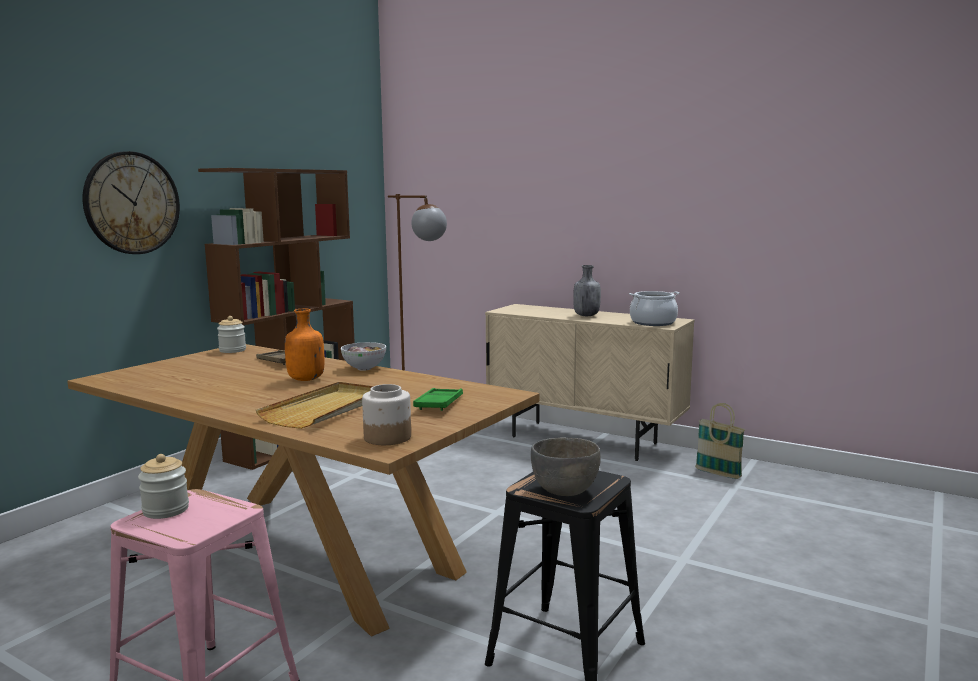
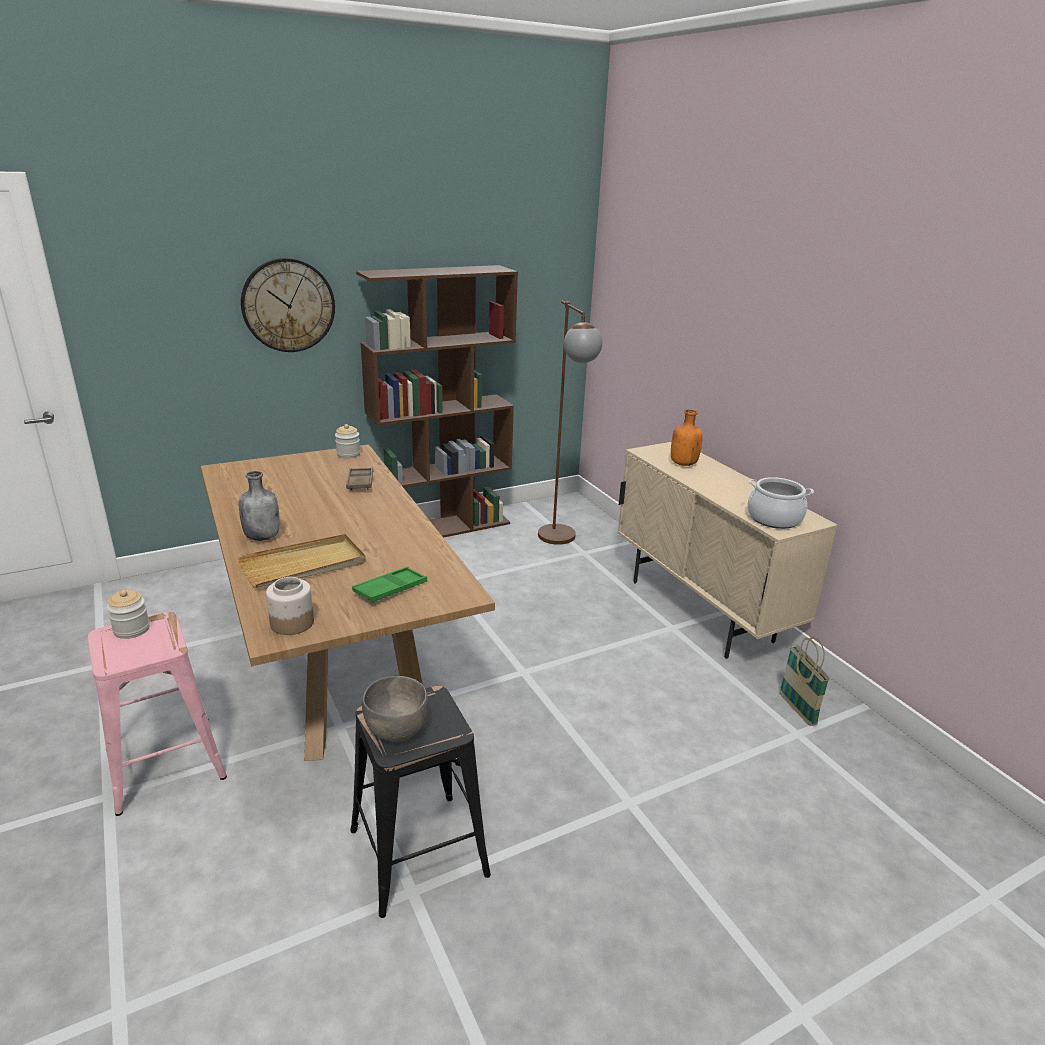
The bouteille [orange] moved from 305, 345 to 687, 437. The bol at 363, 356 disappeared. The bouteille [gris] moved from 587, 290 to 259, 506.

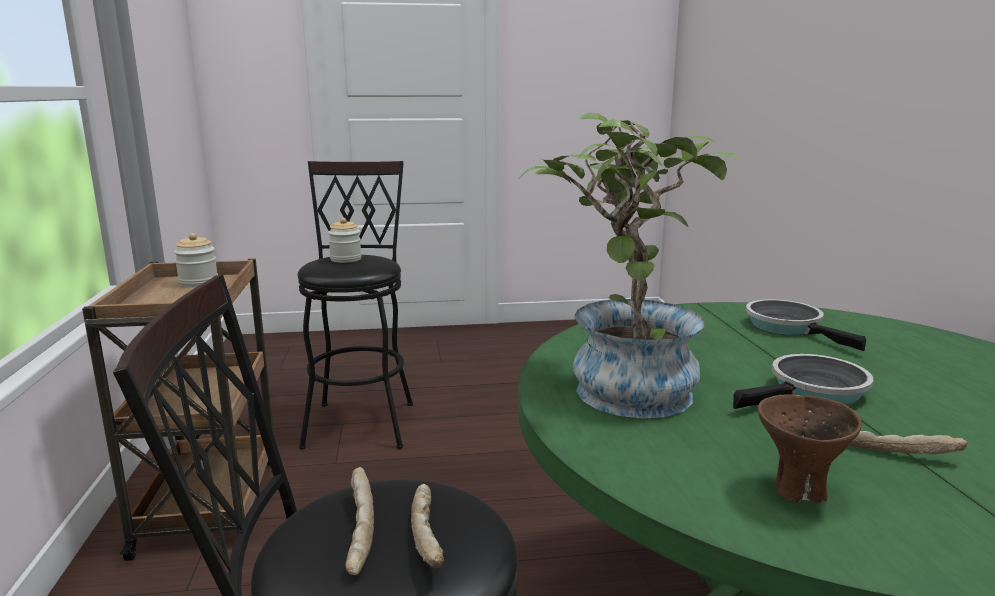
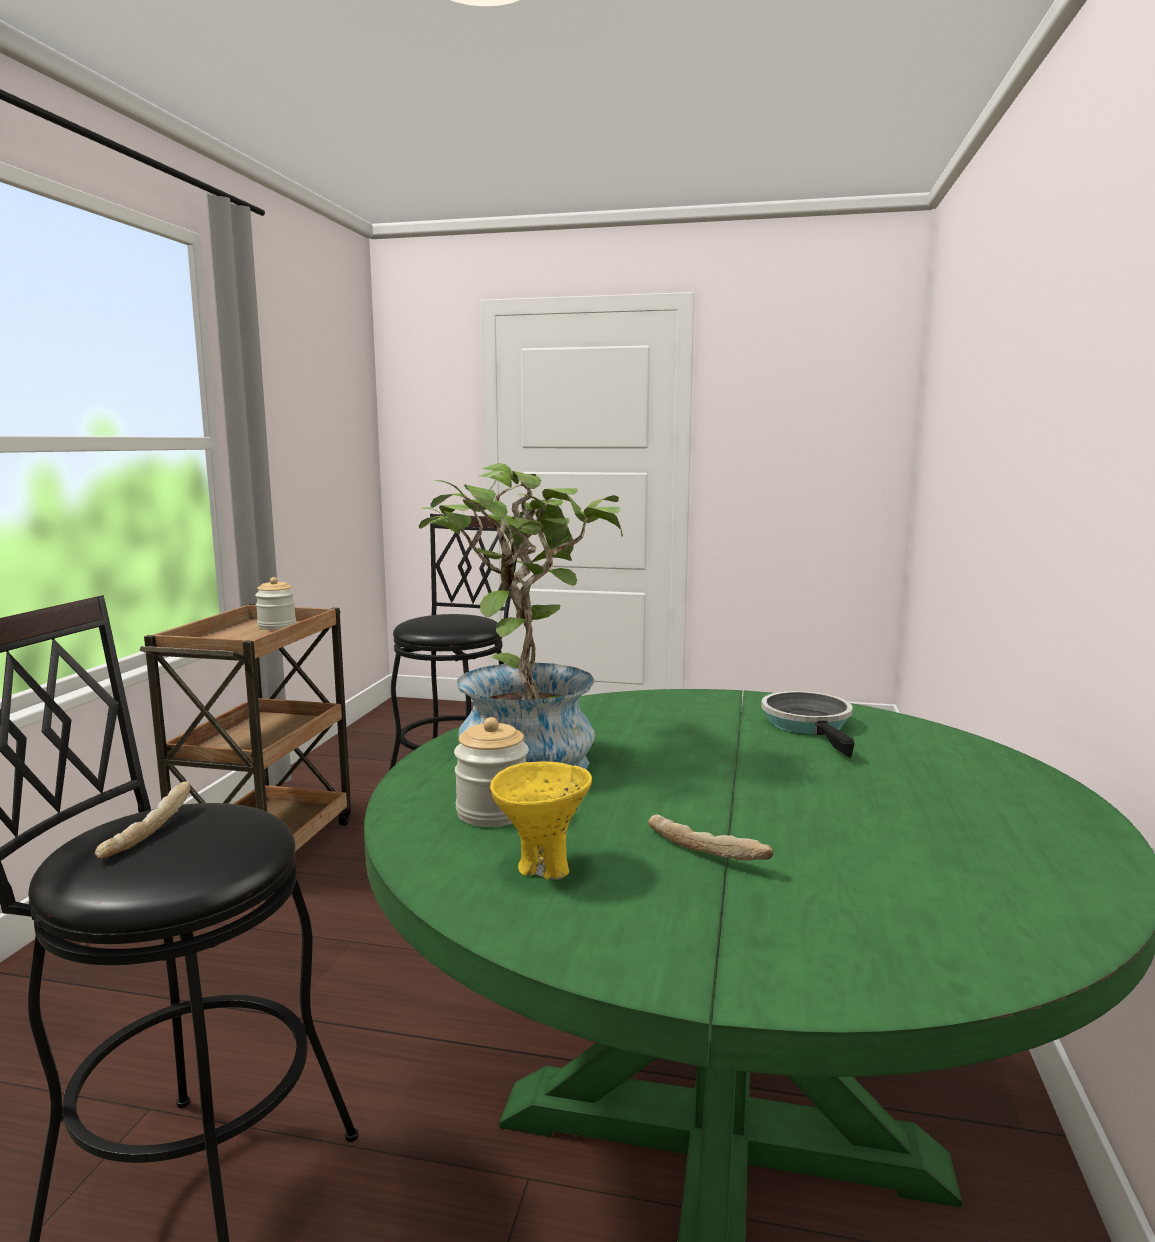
The bocal moved from 345, 240 to 491, 772. The pain at 427, 526 disappeared. The poêle at 803, 381 disappeared. The bol [marron] at 810, 448 became the bol [jaune] at 541, 820.

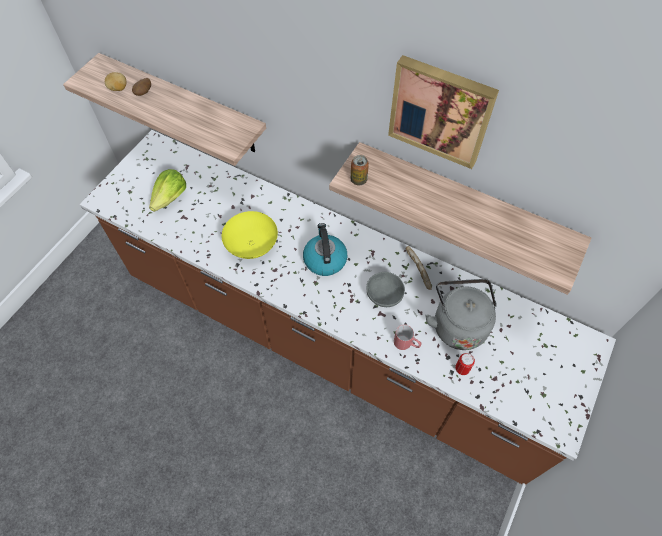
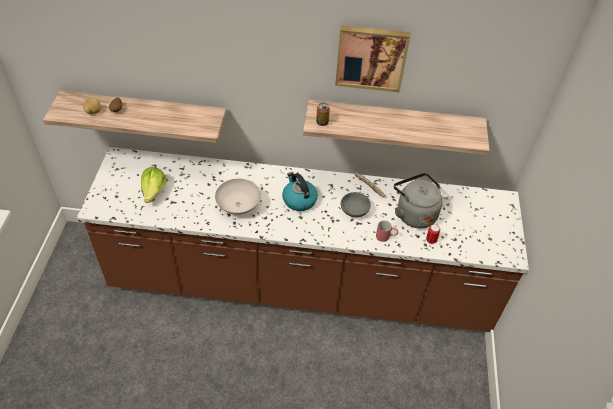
The bol [jaune] at 250, 235 became the bol [blanc] at 238, 197.

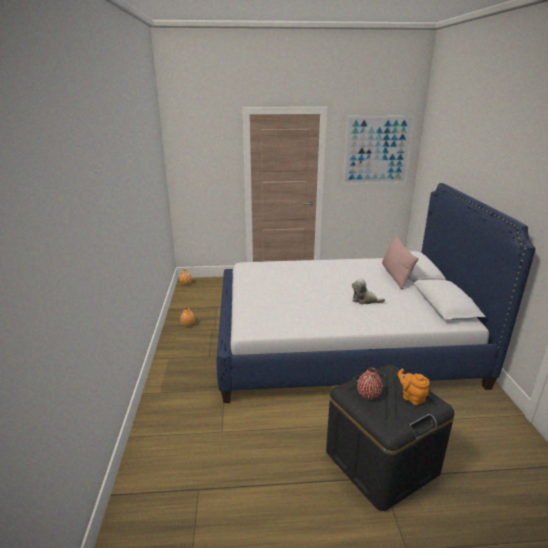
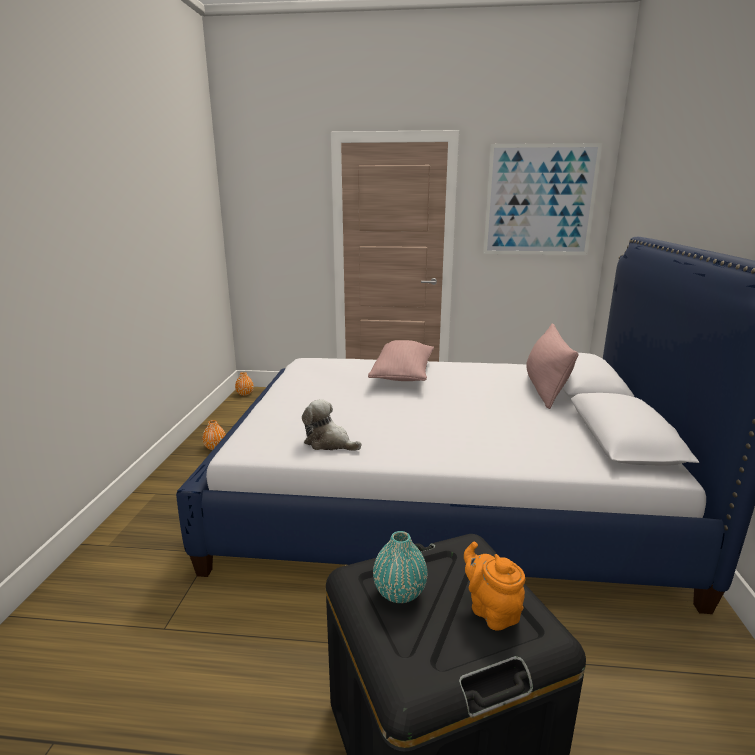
The peluche moved from 368, 292 to 331, 425. The vase [rouge] at 370, 383 became the vase [turquoise] at 400, 567. The coussin [rose] at 401, 360 appeared.

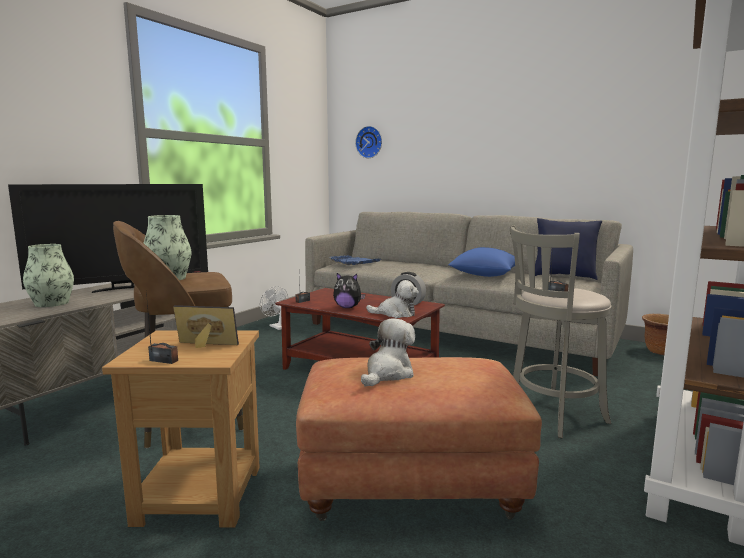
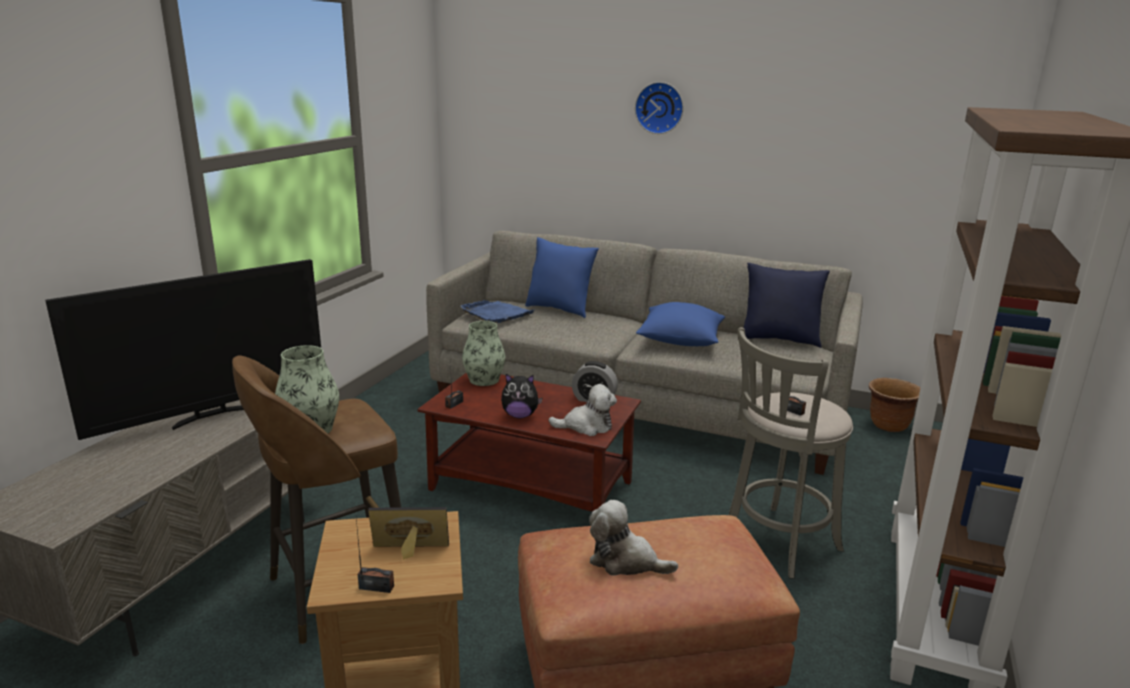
The vase moved from 48, 275 to 483, 353. The ventilateur [blanc] at 274, 308 disappeared. The horloge murale moved from 368, 142 to 659, 108. The peluche at 388, 352 turned 90 degrees counterclockwise. The coussin [bleu] at 562, 277 appeared.

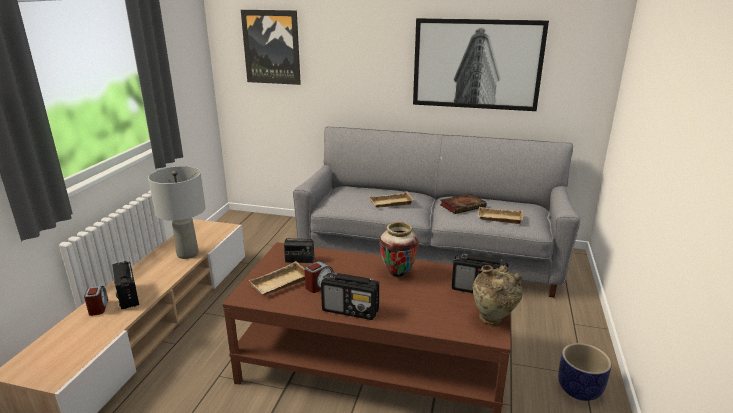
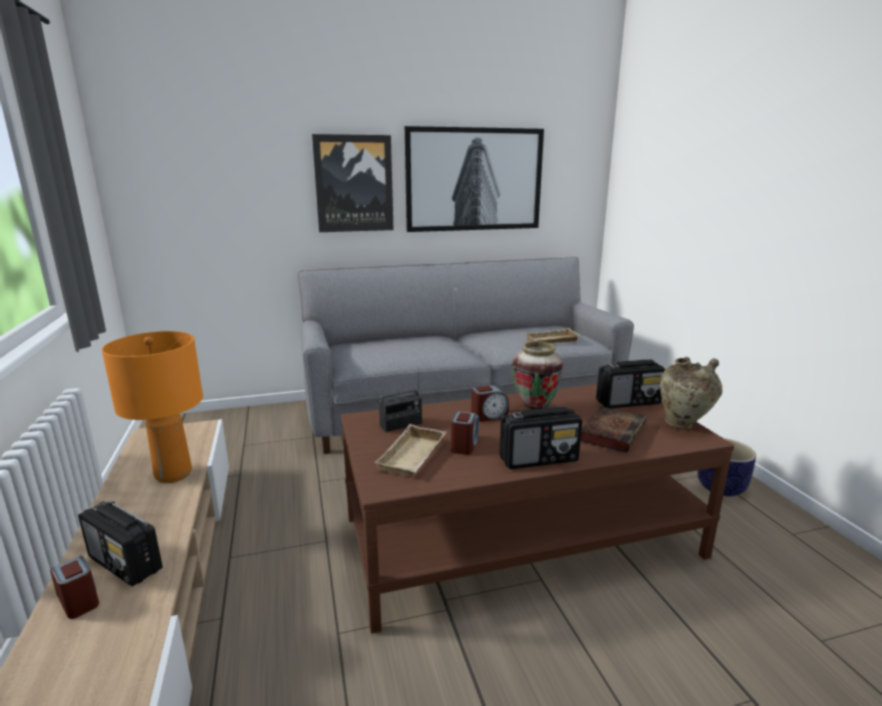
The lampe de table [gris] at 177, 212 became the lampe de table [orange] at 152, 407. The tableau moved from 271, 47 to 353, 183. The plateau [beige] at 391, 200 disappeared. The livre moved from 463, 204 to 613, 429. The réveil at 490, 403 appeared.

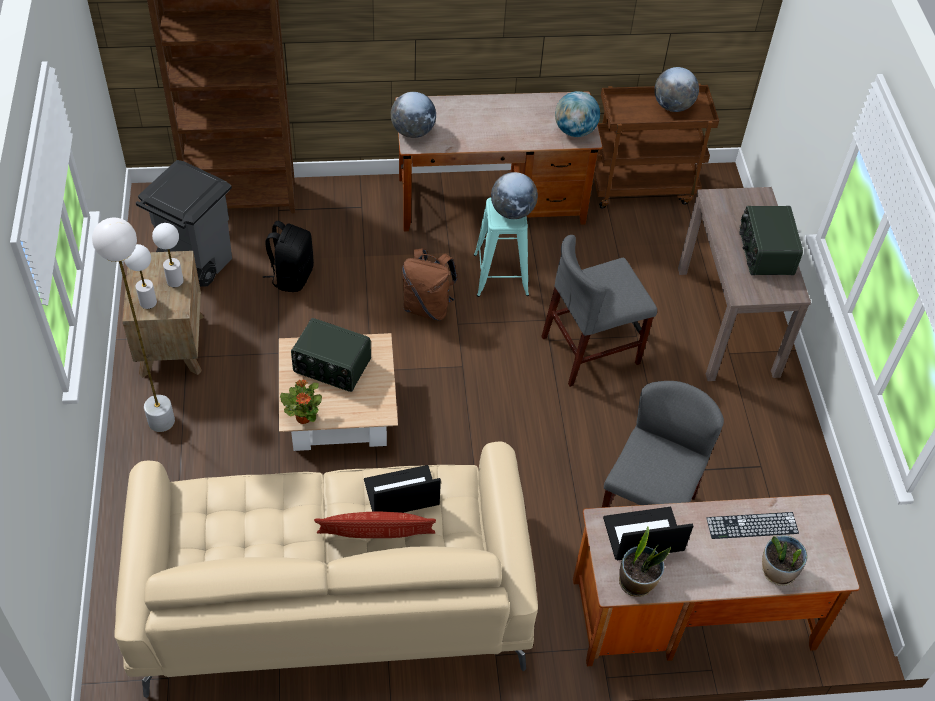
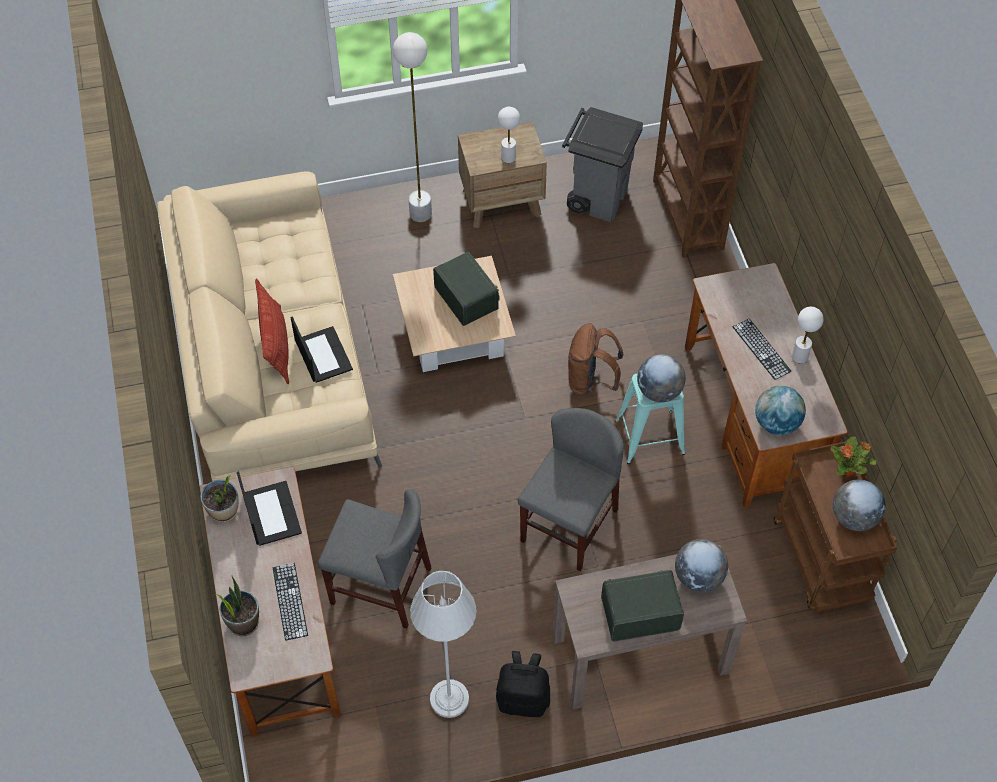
The lampe de table [blanc] moved from 140, 276 to 808, 335. The sac à dos [noir] moved from 288, 256 to 523, 684. The plante en pot moved from 301, 401 to 853, 457. The radio at 331, 355 turned 135 degrees clockwise. The globe moved from 413, 115 to 701, 565. The chaise [gris] at 599, 311 turned 60 degrees clockwise. The lampadaire [gris] at 443, 644 appeared. The clavier at 762, 349 appeared.

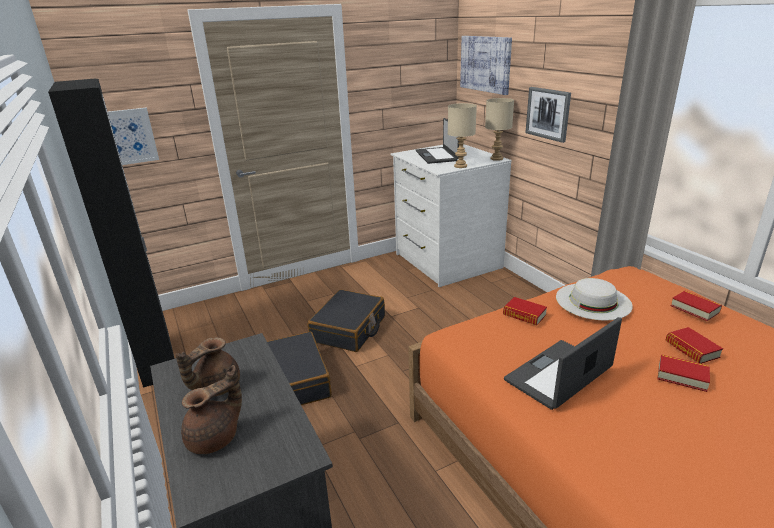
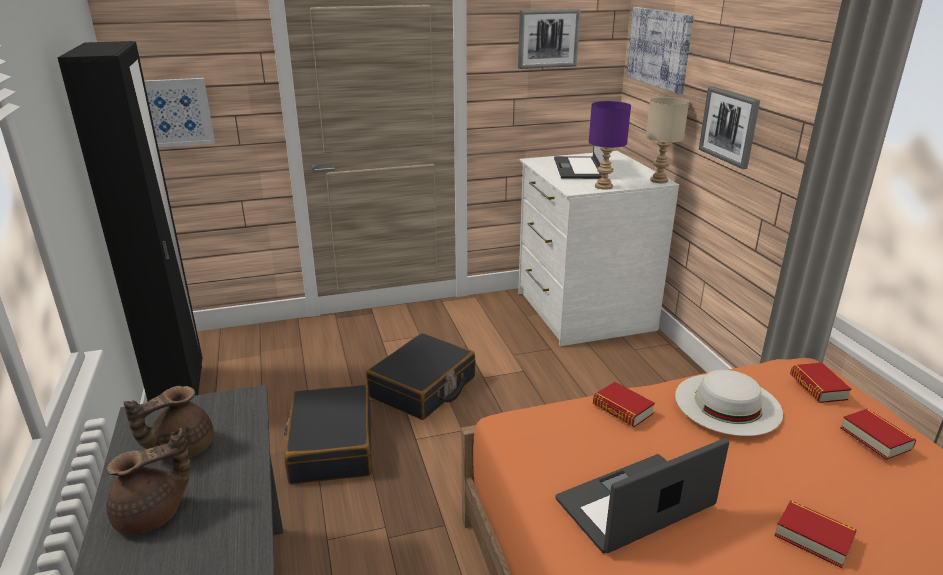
The lampe de table [beige] at 462, 135 became the lampe de table [violet] at 610, 145. The livre moved from 694, 345 to 821, 383. The tableau at 549, 39 appeared.

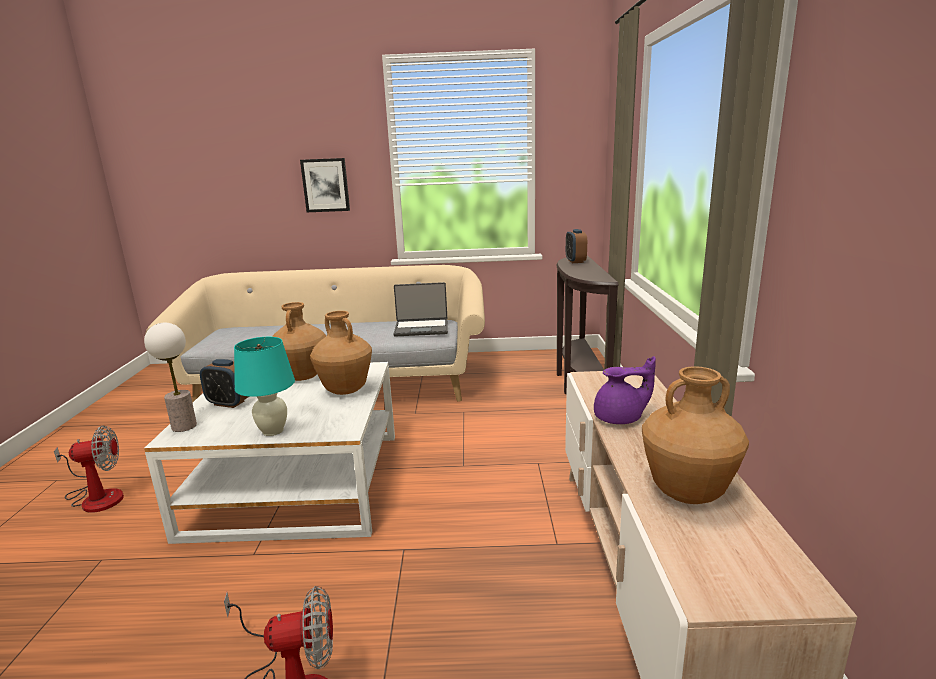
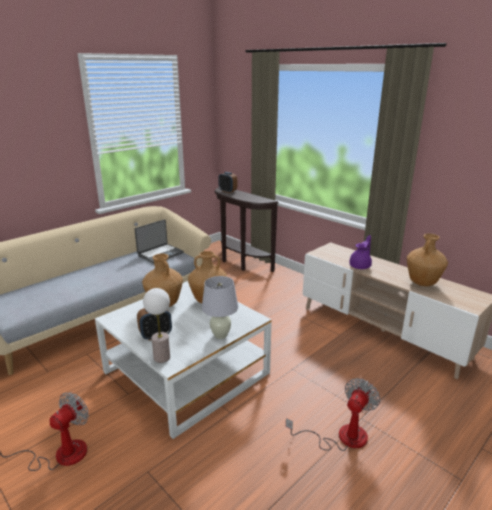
The lampe de table [turquoise] at 264, 386 became the lampe de table [blanc] at 220, 307. The tableau at 325, 185 disappeared.

